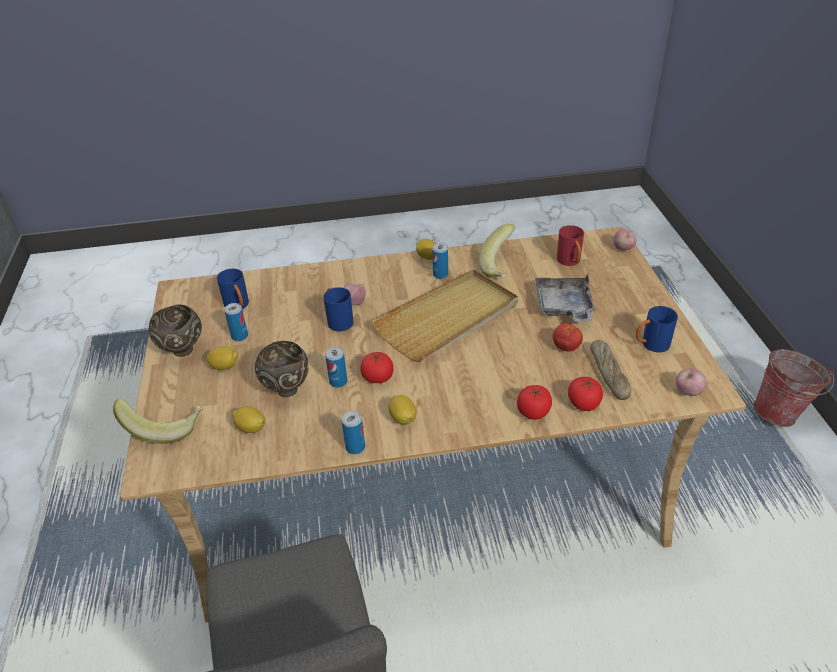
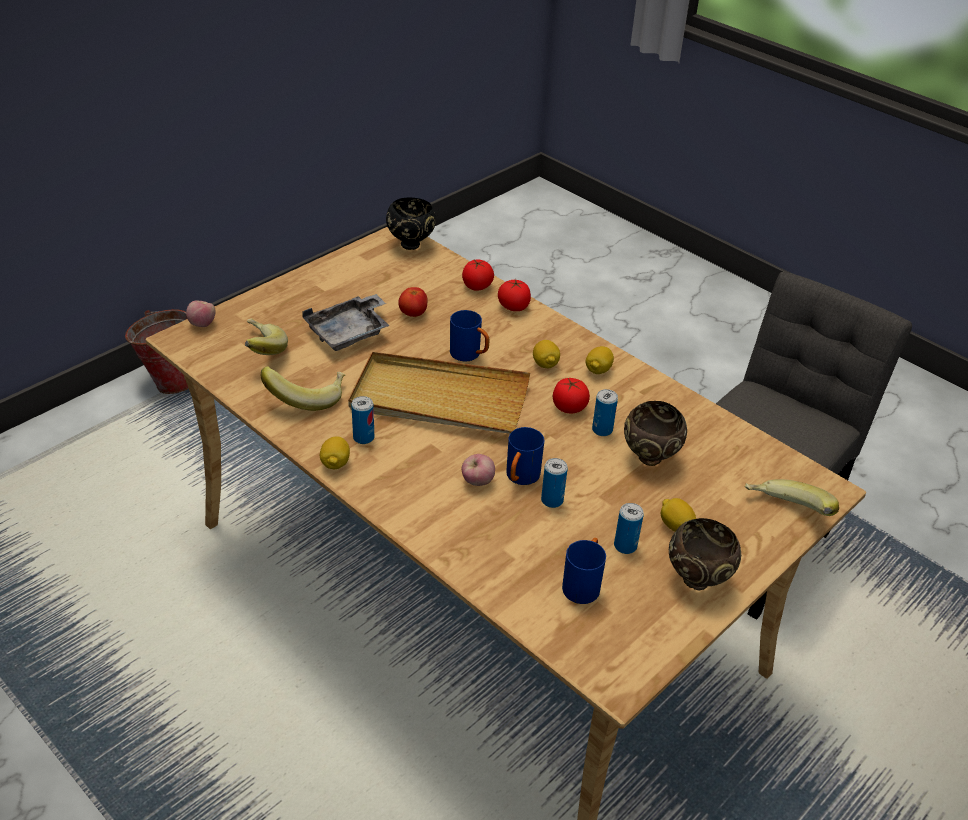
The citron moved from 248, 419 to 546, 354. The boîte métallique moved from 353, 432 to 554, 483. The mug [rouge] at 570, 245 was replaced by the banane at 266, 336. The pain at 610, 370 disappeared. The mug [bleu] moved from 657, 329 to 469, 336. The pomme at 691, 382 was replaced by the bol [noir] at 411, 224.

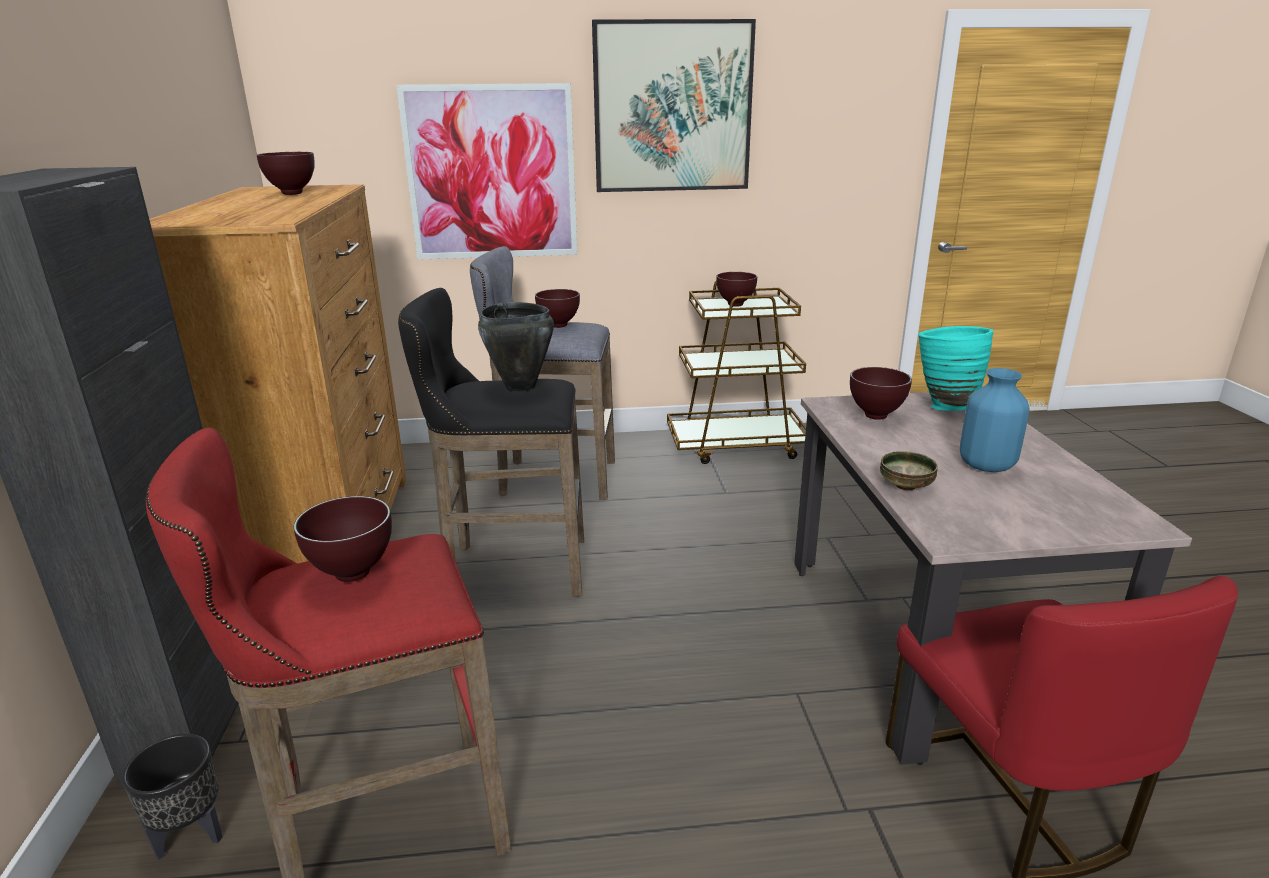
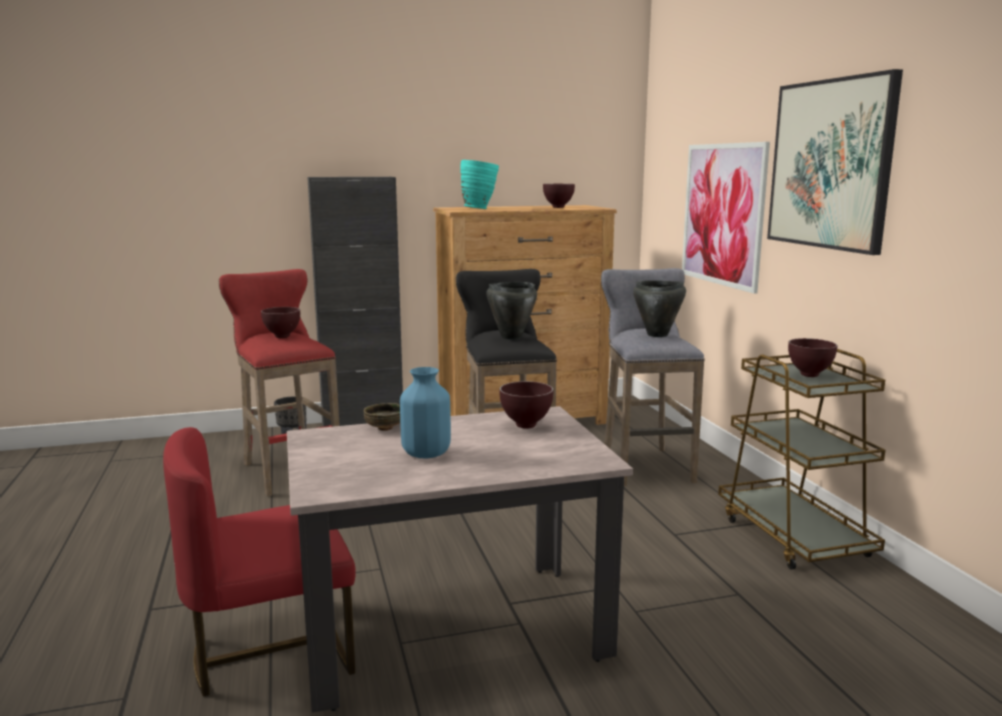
The bol [marron] at 557, 308 was replaced by the marmite [noir] at 659, 308. The vase [turquoise] moved from 956, 368 to 479, 184.

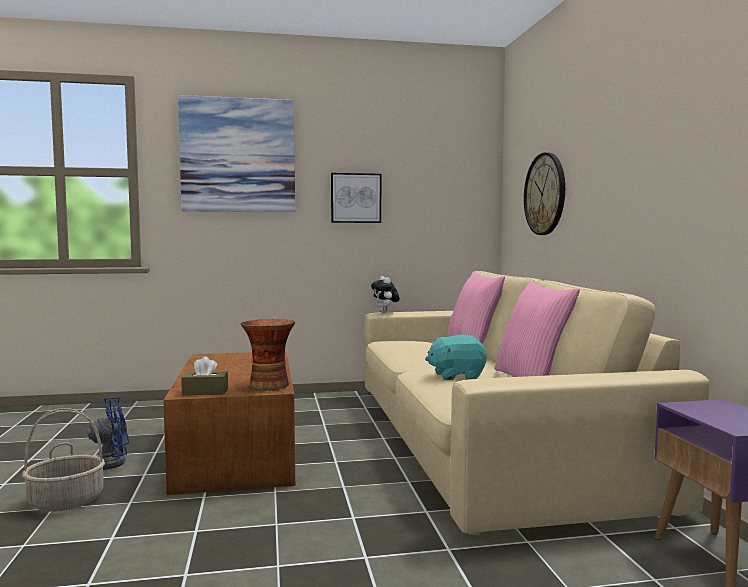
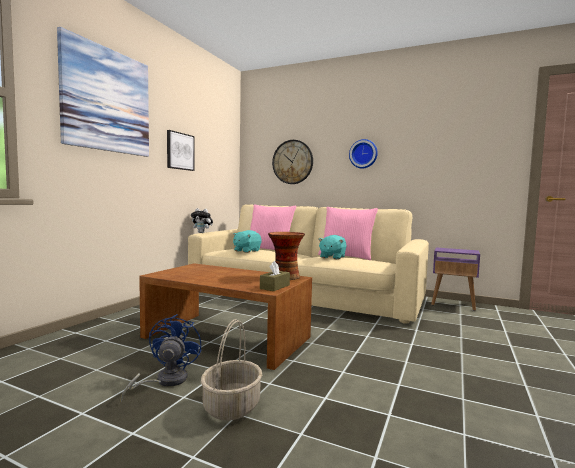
The peluche [turquoise] at 247, 241 appeared. The horloge murale at 363, 153 appeared.

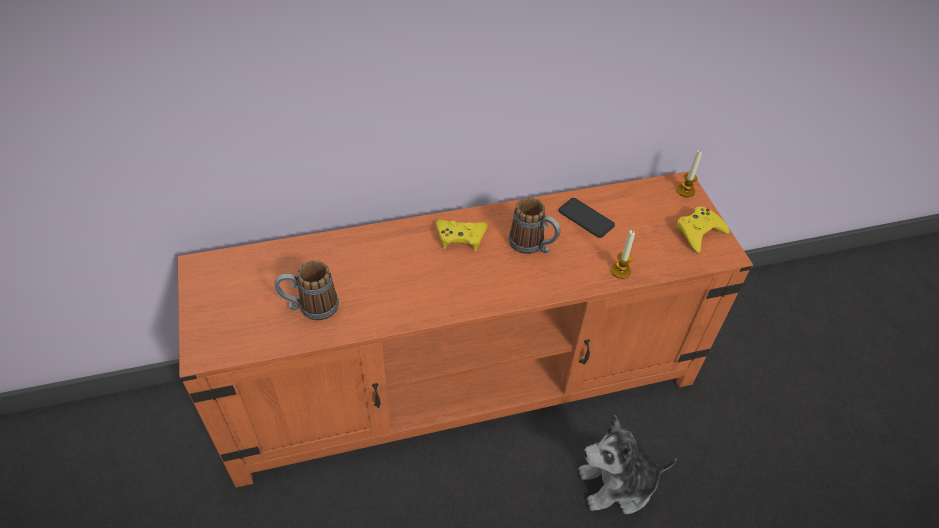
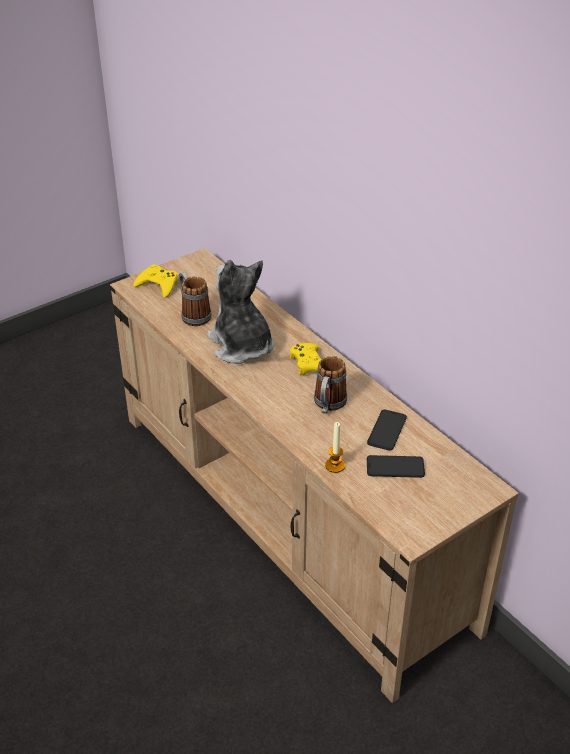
The meuble télé [orange] at 465, 329 became the meuble télé [beige] at 314, 475. The peluche moved from 627, 464 to 240, 312. The manette [jaune] moved from 702, 230 to 155, 281. The bougie at 689, 173 disappeared. The téléphone at 396, 466 appeared.

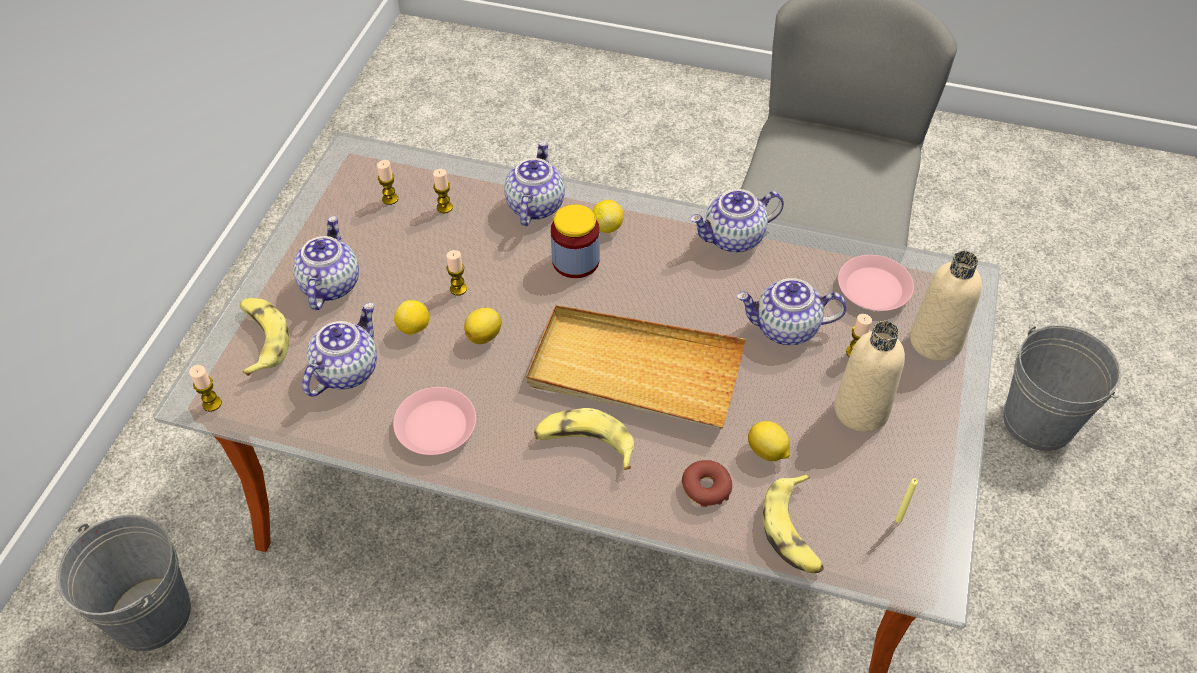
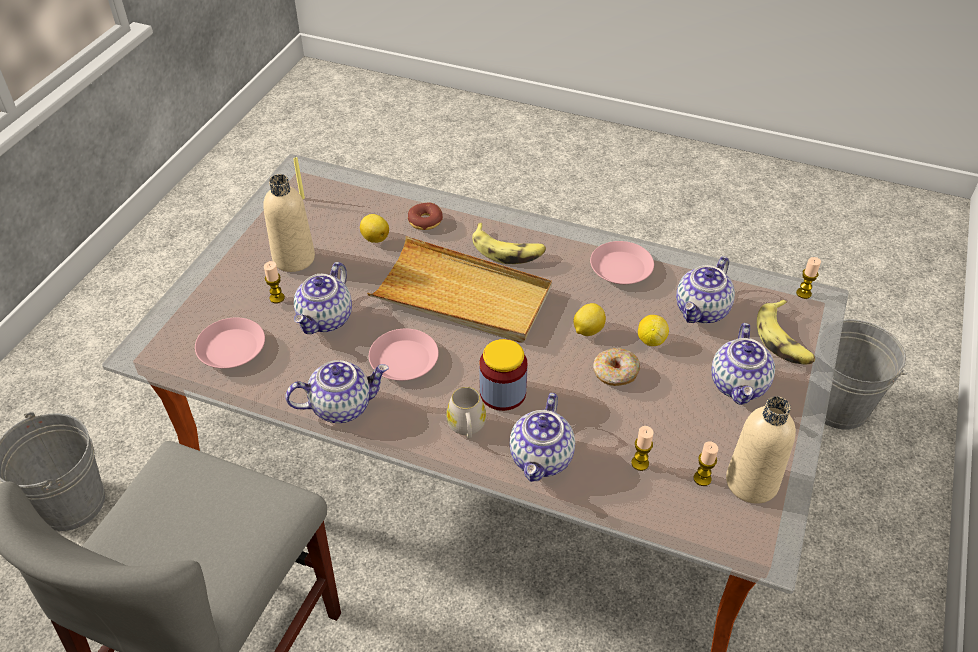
The bougie at 456, 272 was replaced by the beignet at 616, 367. The citron at 608, 216 was replaced by the mug [blanc] at 466, 413. The théière at 792, 311 turned 105 degrees clockwise. The banane at 793, 523 disappeared. The bouteille [beige] moved from 946, 306 to 761, 450. The assiette [rose] at 404, 355 appeared.

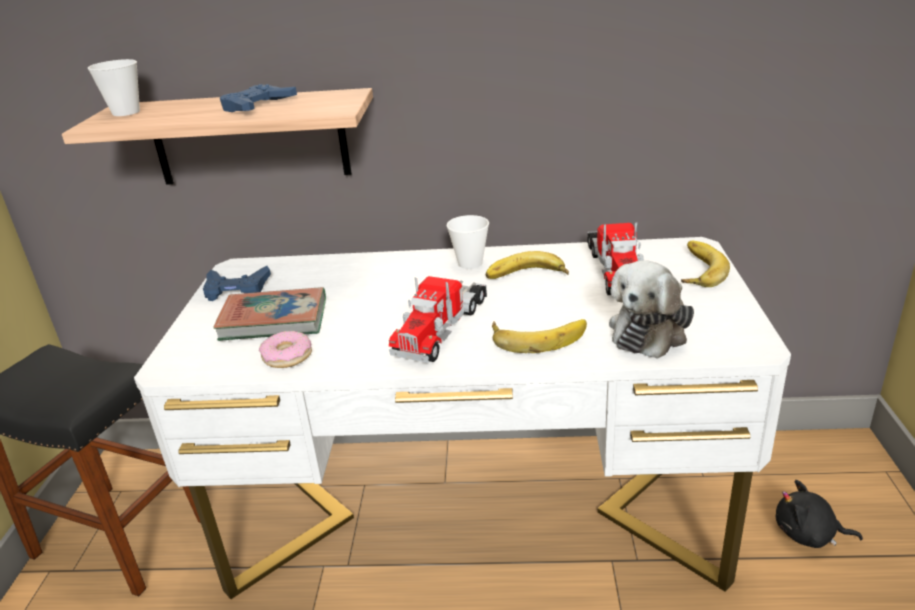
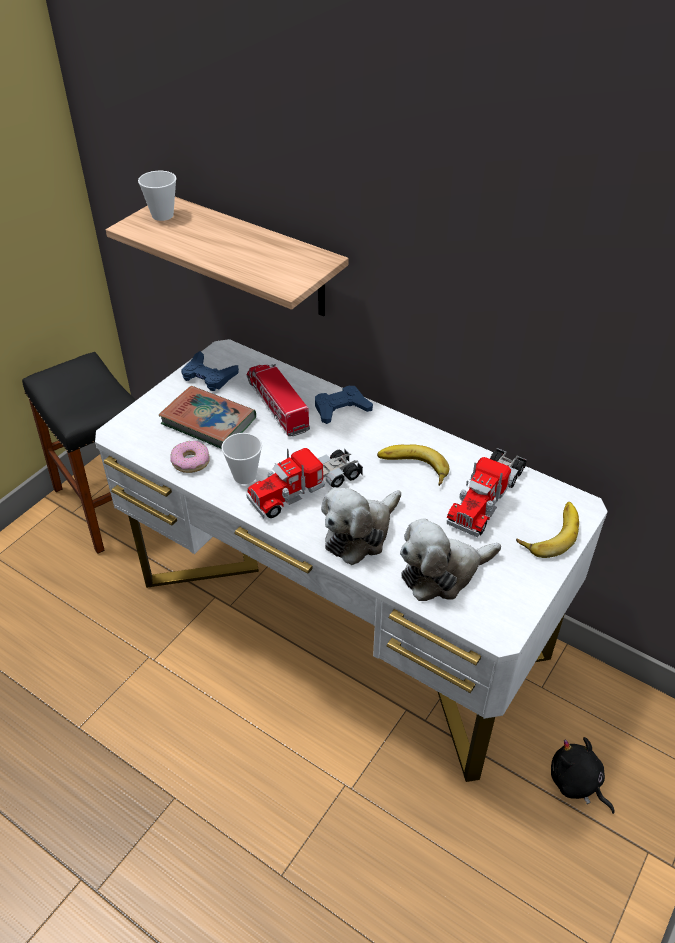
The manette [bleu] moved from 258, 98 to 344, 405. The tasse moved from 468, 242 to 241, 458. The banane at 539, 336 was replaced by the peluche at 361, 526. The camion jouet at 278, 400 appeared.

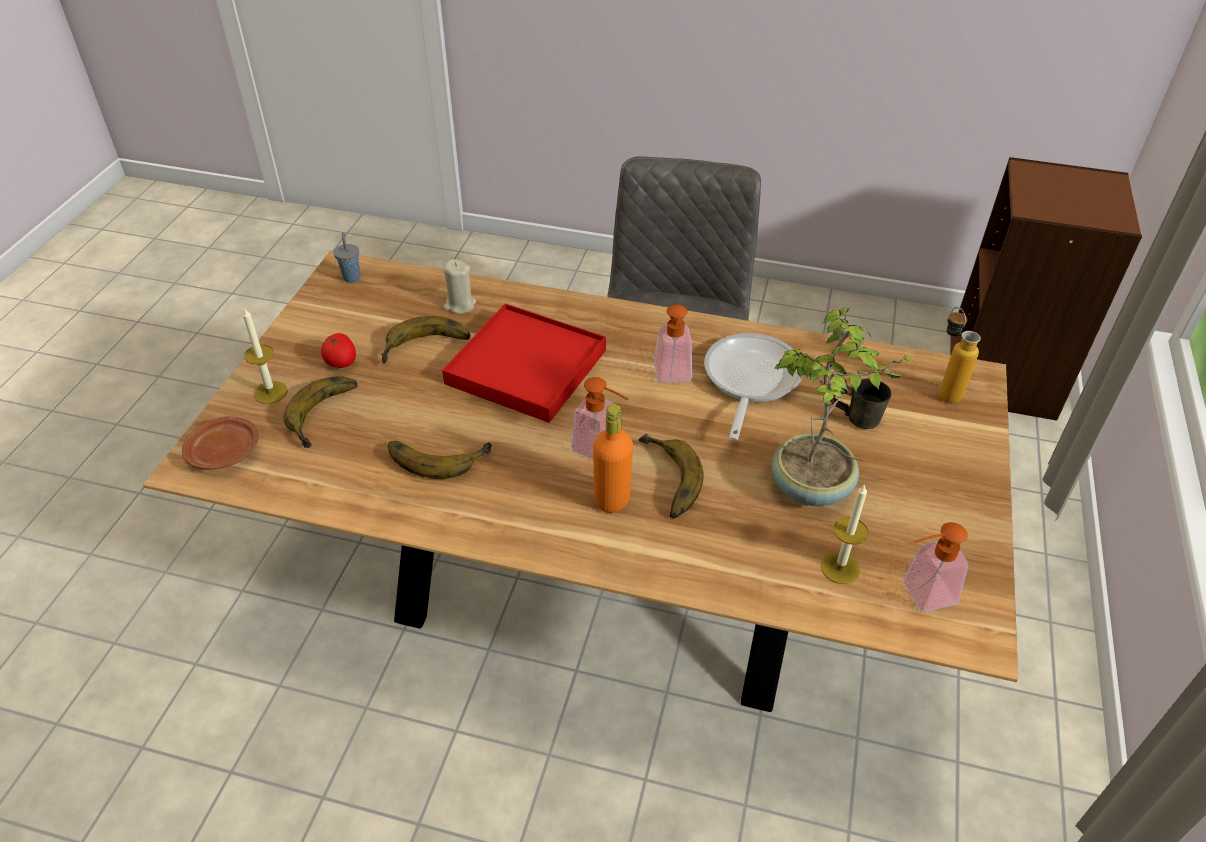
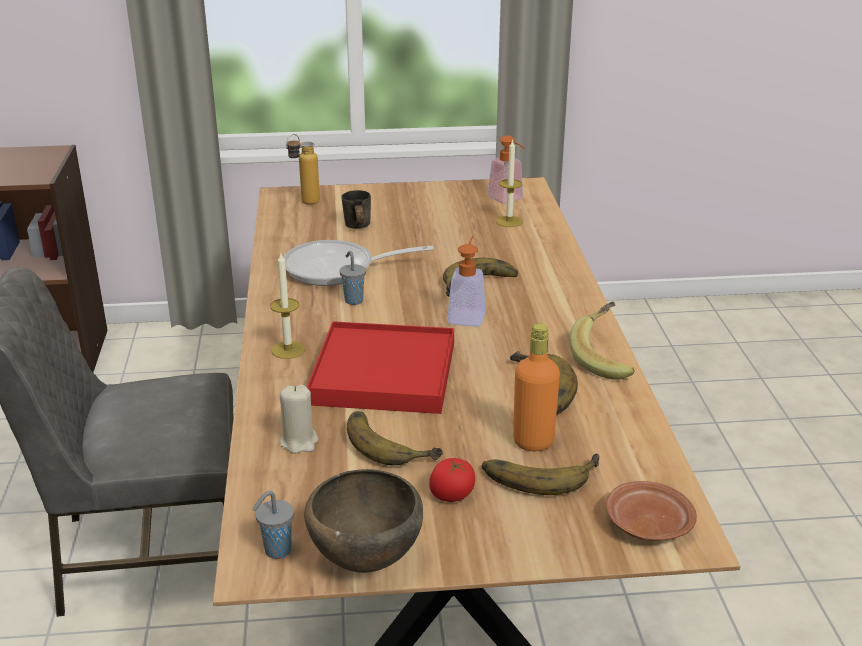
The bougie moved from 265, 355 to 287, 305. The bouteille [orange] moved from 613, 458 to 536, 387. The distributeur de savon at 673, 343 was replaced by the tasse [gris] at 353, 278. The plante en pot at 843, 407 disappeared. The bol [marron] at 363, 521 appeared. The banane at 602, 340 appeared.

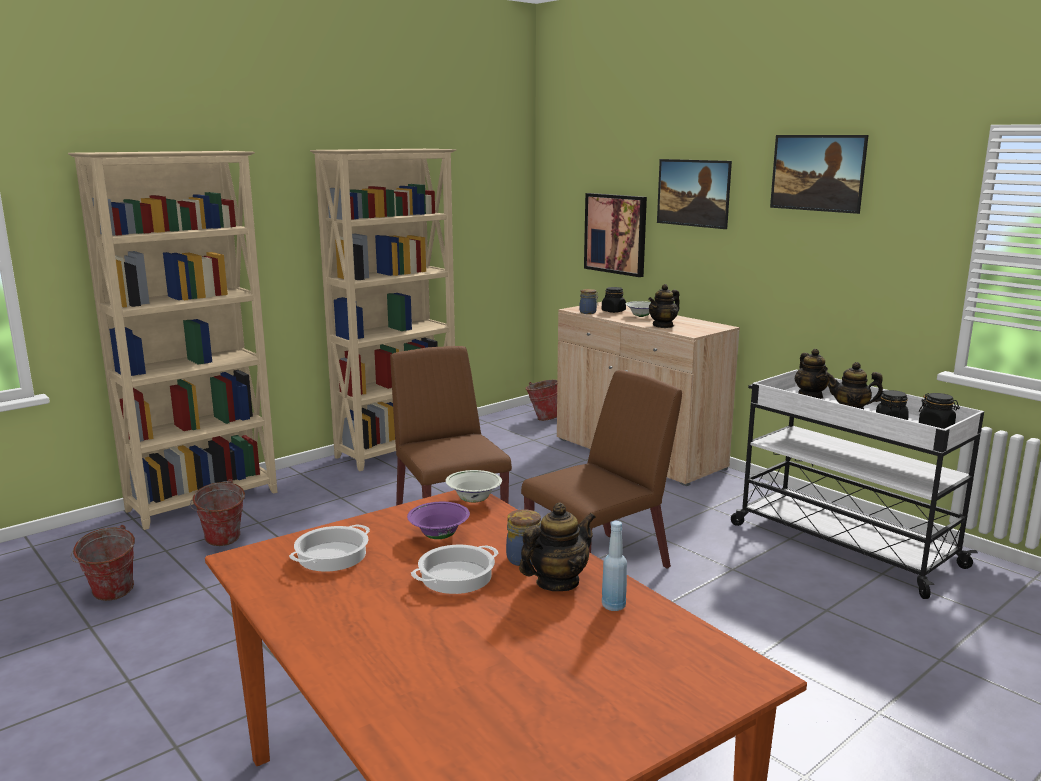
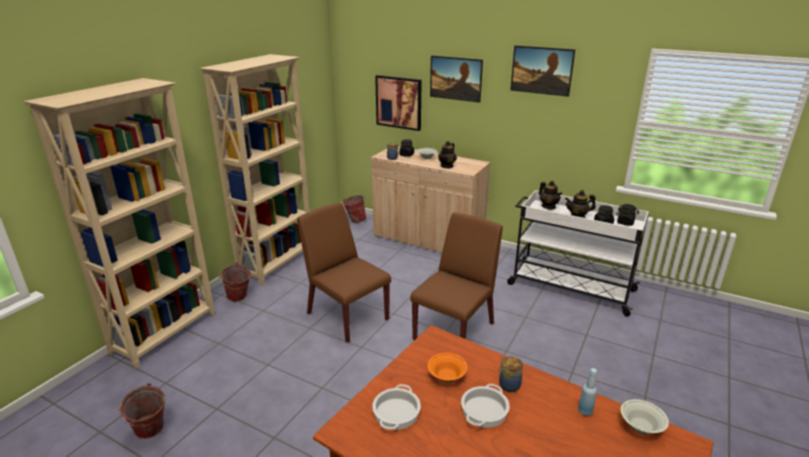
The seau moved from 217, 512 to 235, 282. The bol [violet] at 438, 520 became the bol [orange] at 447, 367. The bol [blanc] moved from 473, 486 to 645, 416. The théière at 557, 546 disappeared.

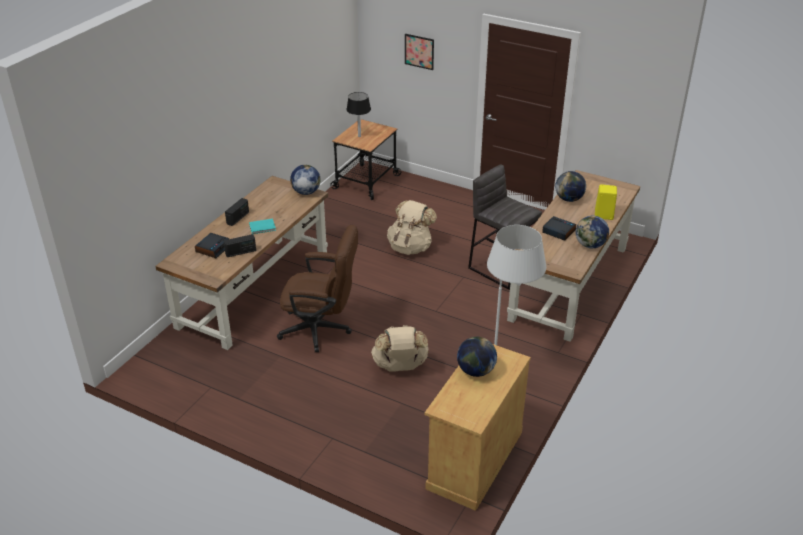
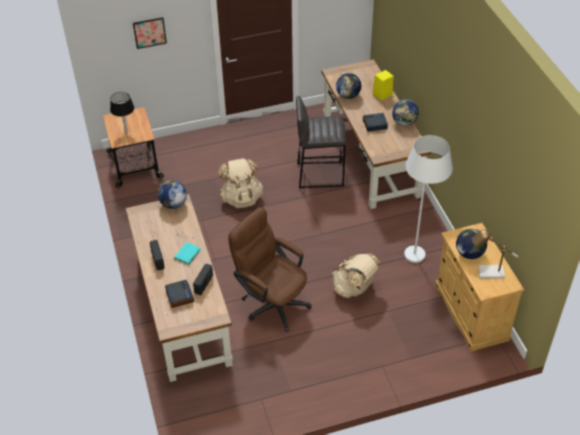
The chaise de bureau [marron] at 317, 288 turned 105 degrees counterclockwise. The lampe de table at 495, 253 appeared.

